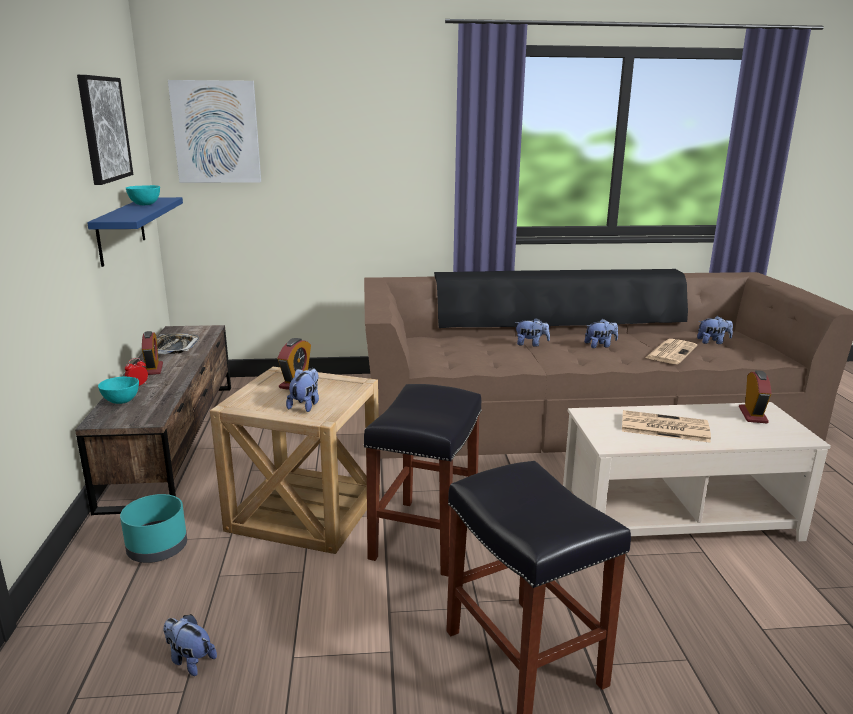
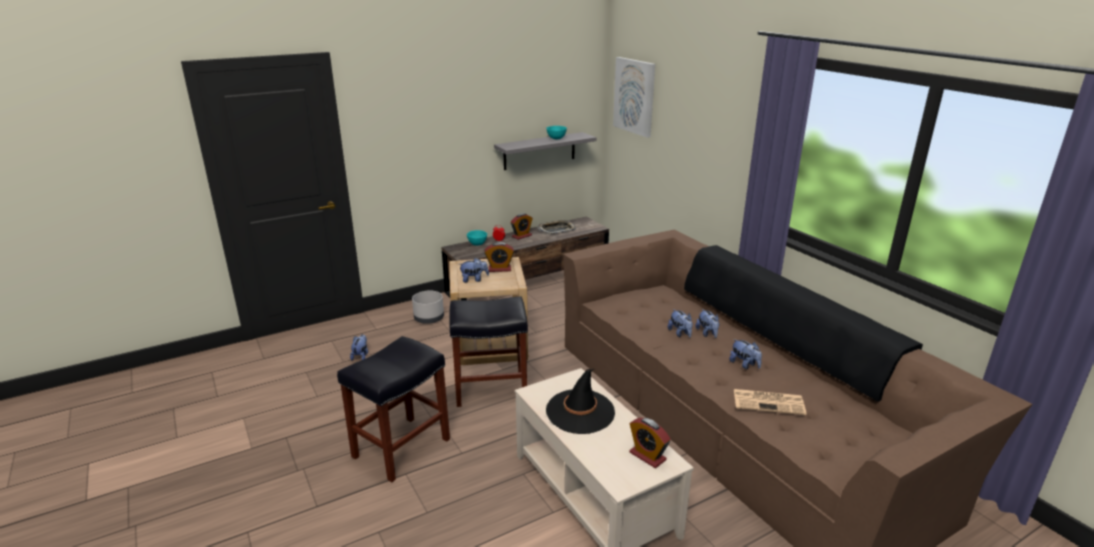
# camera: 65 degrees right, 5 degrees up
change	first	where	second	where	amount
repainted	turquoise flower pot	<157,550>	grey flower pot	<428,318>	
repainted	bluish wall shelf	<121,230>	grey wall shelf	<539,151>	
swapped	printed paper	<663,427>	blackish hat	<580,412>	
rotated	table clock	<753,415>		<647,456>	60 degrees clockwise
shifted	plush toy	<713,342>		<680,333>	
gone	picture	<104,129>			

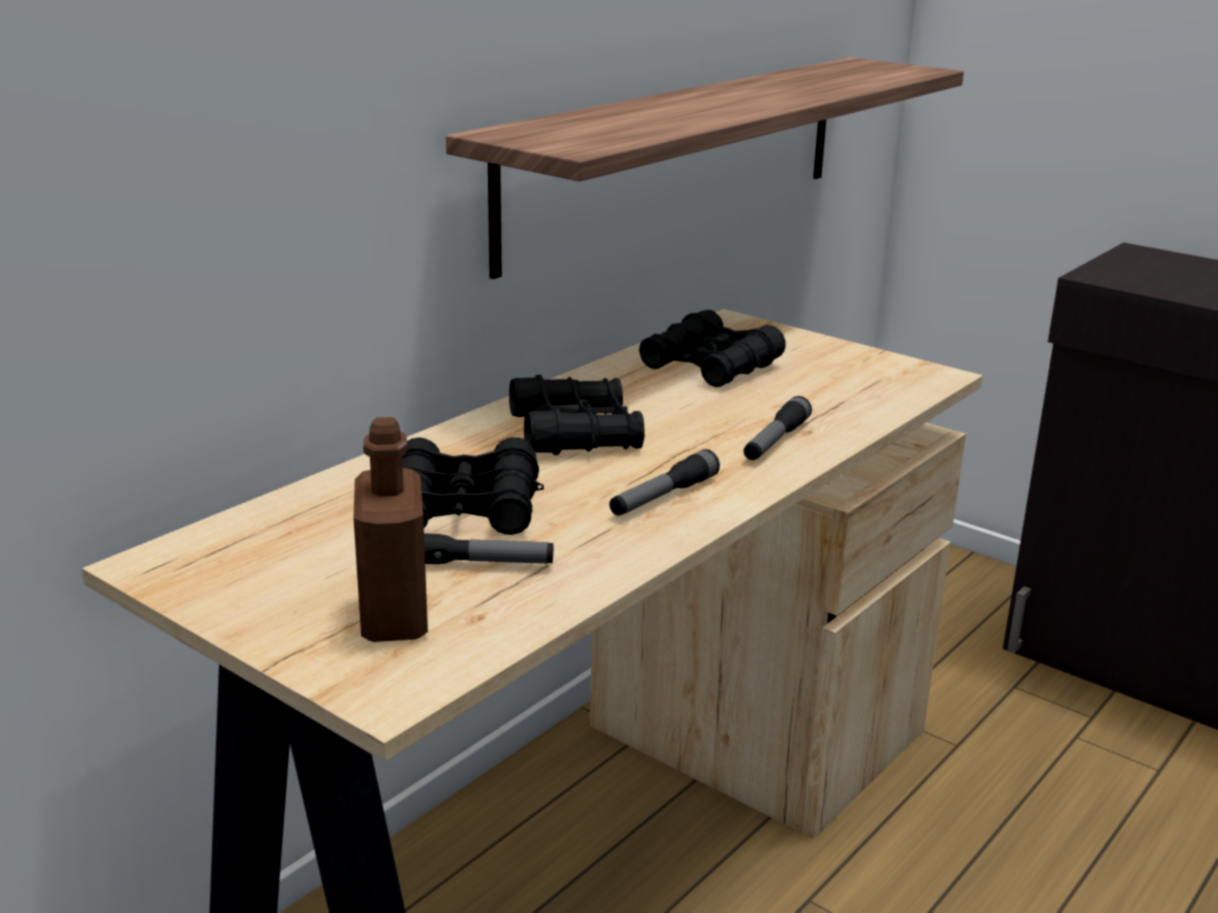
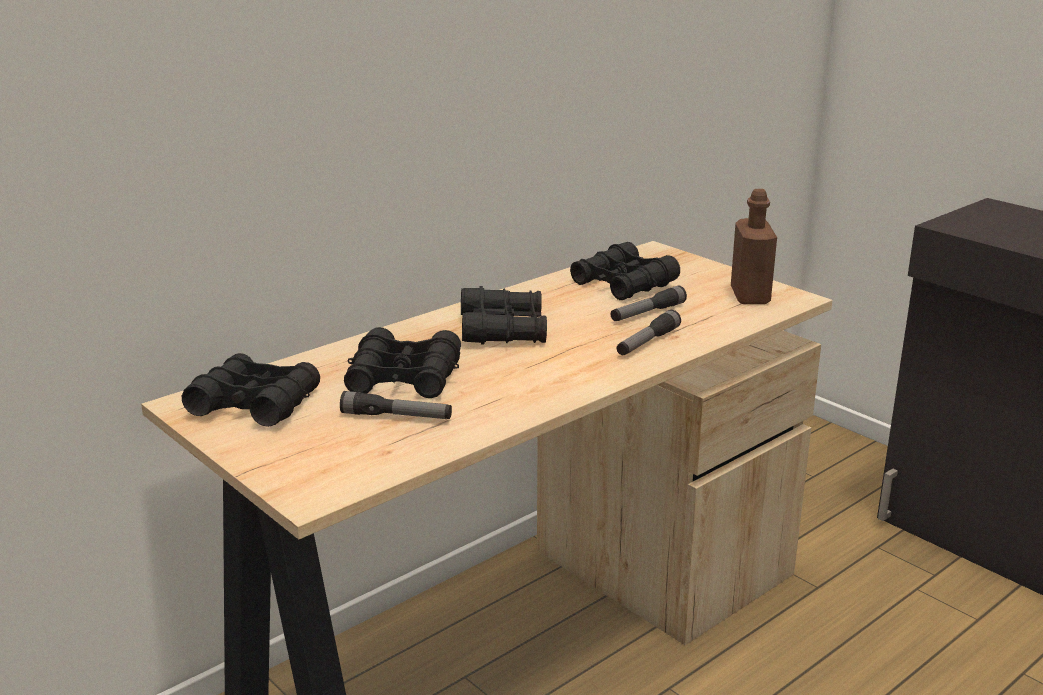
# camera: 10 degrees right, 0 degrees up
change	first	where	second	where	amount
new			blackish binoculars	<255,404>	
shifted	flashlight	<663,497>		<647,313>	
shifted	brownish beverage bottle	<394,618>		<750,296>	
gone	wall shelf	<680,156>			

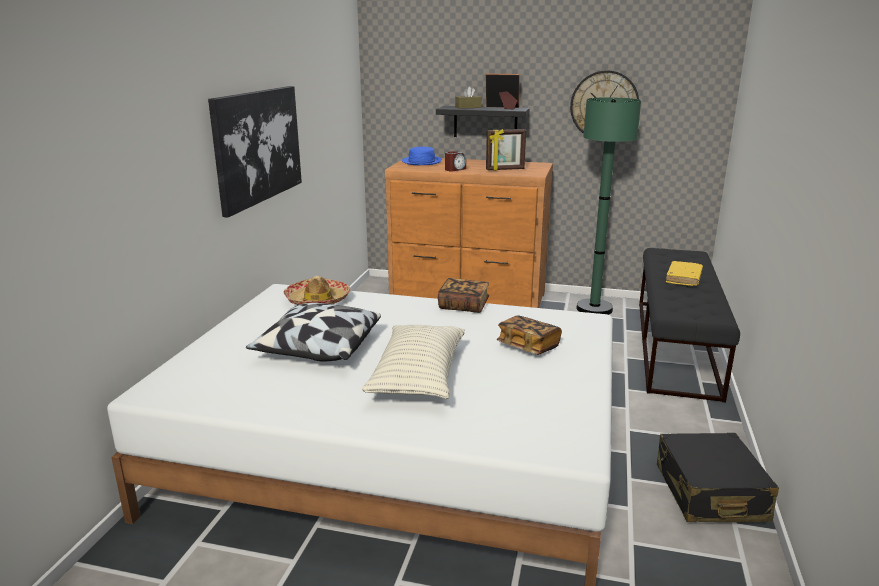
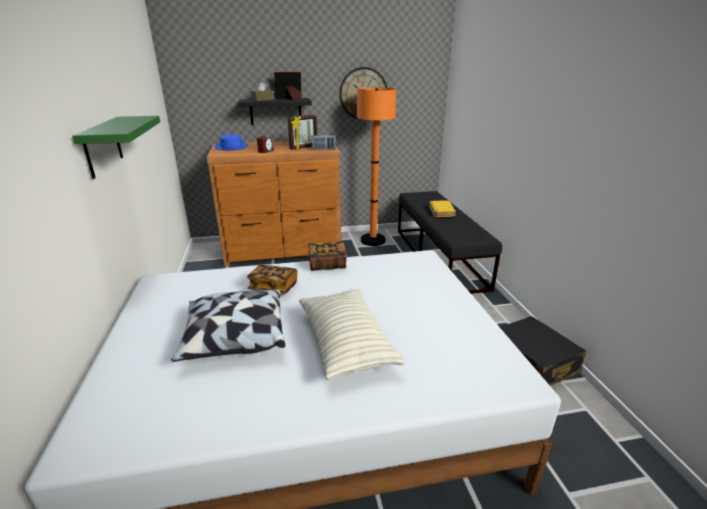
# camera: 25 degrees left, 5 degrees up
change	first	where	second	where	amount
swapped	picture	<258,146>	green wall shelf	<103,146>	
shifted	bound book	<528,346>		<273,288>	
new			radio set	<323,149>	
repainted	green standard lamp	<594,309>	orange-coloured standard lamp	<373,240>	
gone	hat	<318,300>			

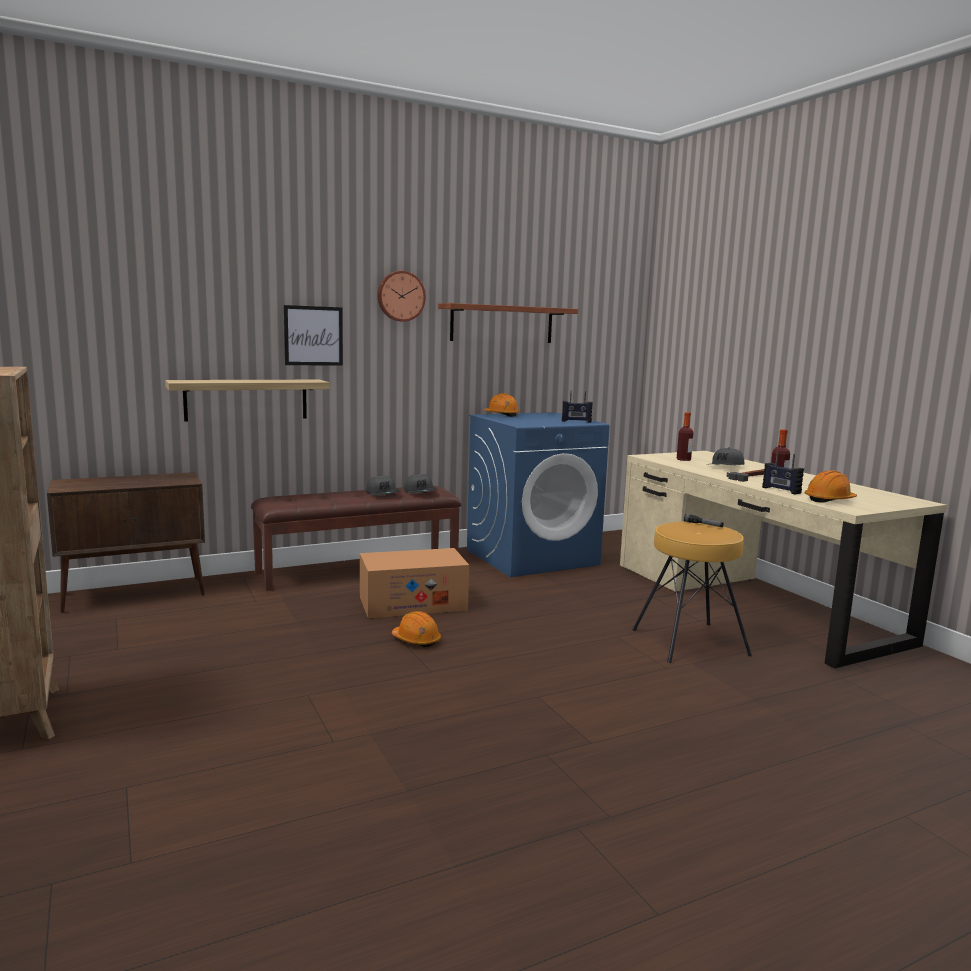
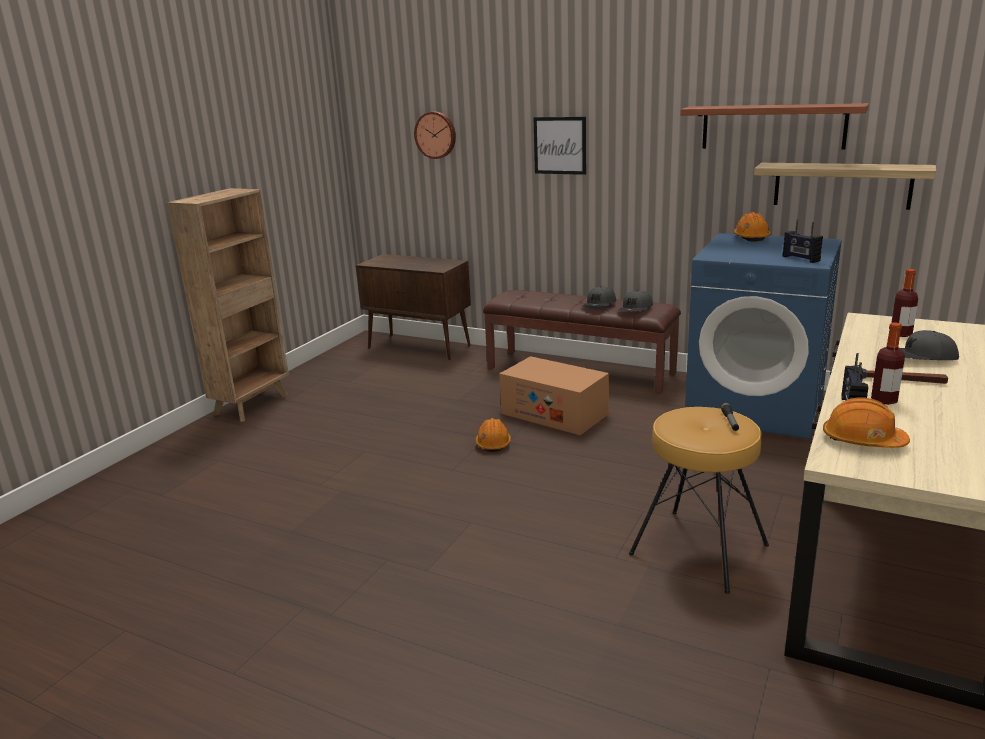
# camera: 55 degrees right, 10 degrees up
change	first	where	second	where	amount
shifted	clock on the wall	<400,296>		<436,135>	
shifted	wall shelf	<246,399>		<842,185>	

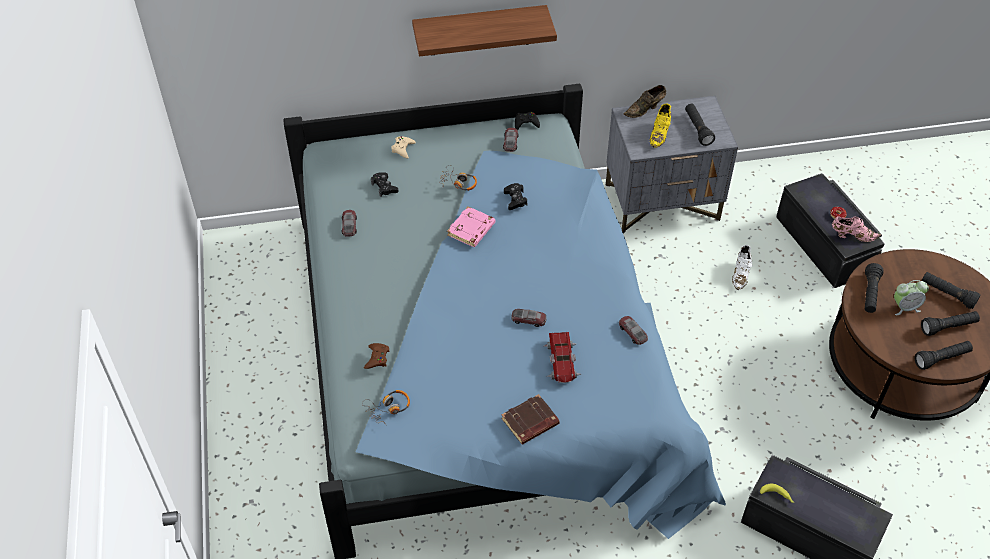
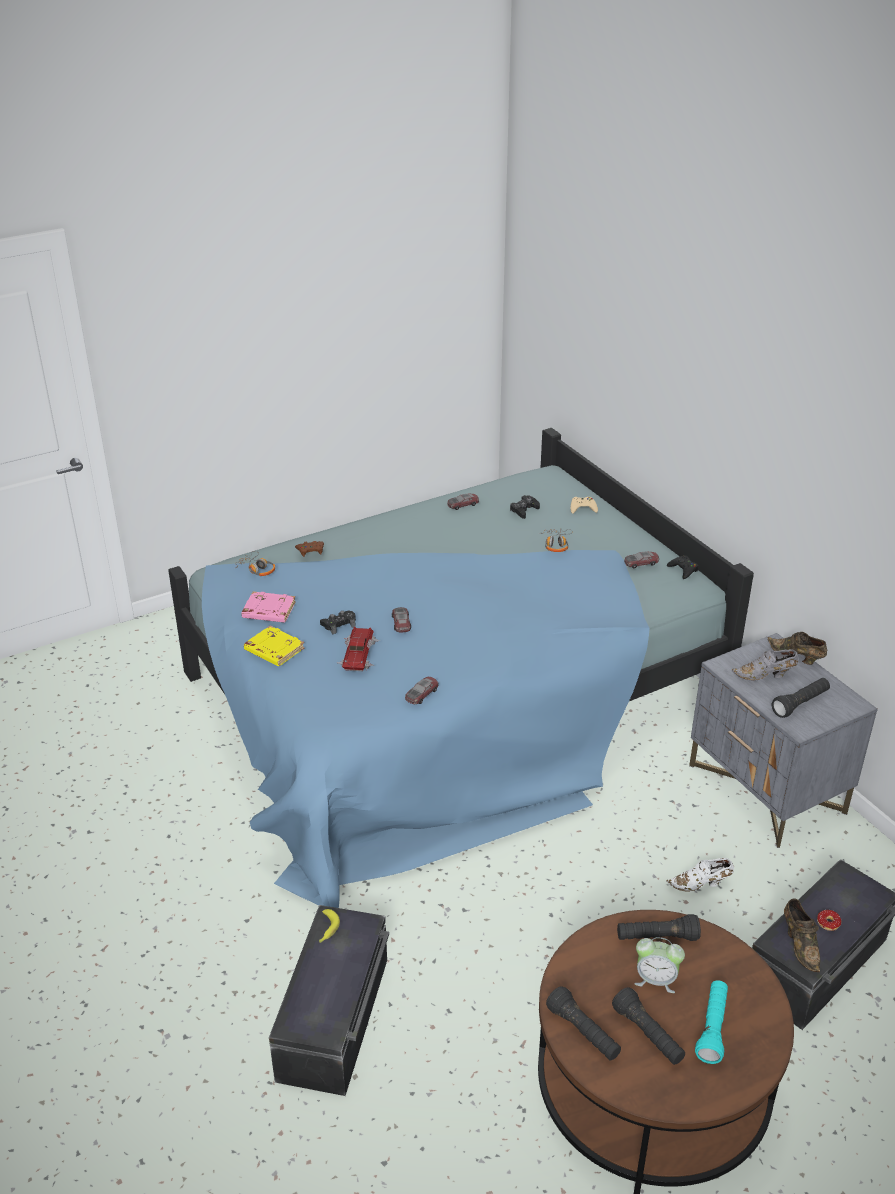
# camera: 70 degrees right, 15 degrees down
change	first	where	second	where	amount
shifted	pink bound book	<471,230>		<268,611>	
repainted	brownish bound book	<530,423>	yellow-coloured bound book	<273,650>	
shifted	blackish game controller	<515,199>		<339,625>	
rotated	model car	<562,361>		<358,654>	120 degrees clockwise
rotated	table clock	<905,307>		<656,979>	45 degrees counterclockwise
repainted	blackish flashlight	<947,294>	turquoise flashlight	<712,1028>	
repainted	yellow-coloured low shoe	<660,133>	grey low shoe	<766,676>	
repainted	pink low shoe	<852,236>	brownish low shoe	<800,944>	
gone	wall shelf	<480,30>			

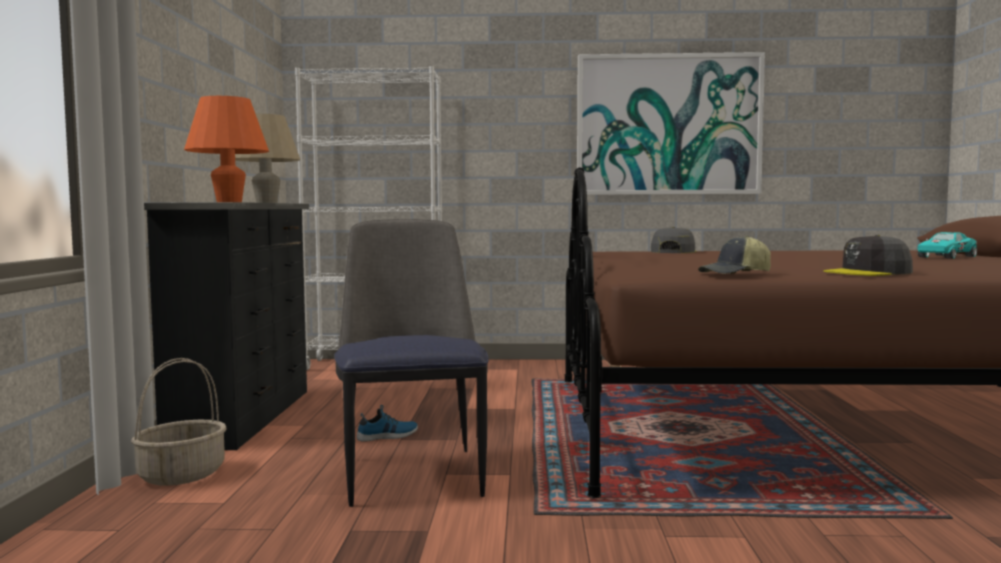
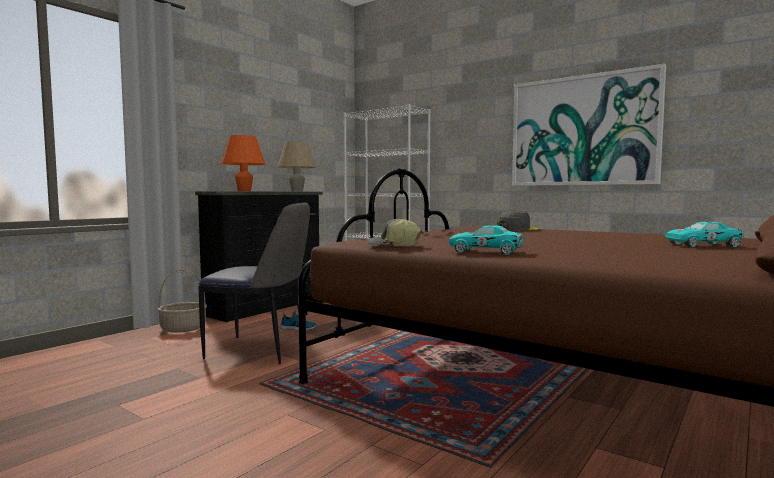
# camera: 35 degrees right, 0 degrees up
change	first	where	second	where	amount
rotated	plain chair	<412,474>		<260,350>	75 degrees clockwise
swapped	grey baseball cap	<868,273>	turquoise model car	<488,252>	

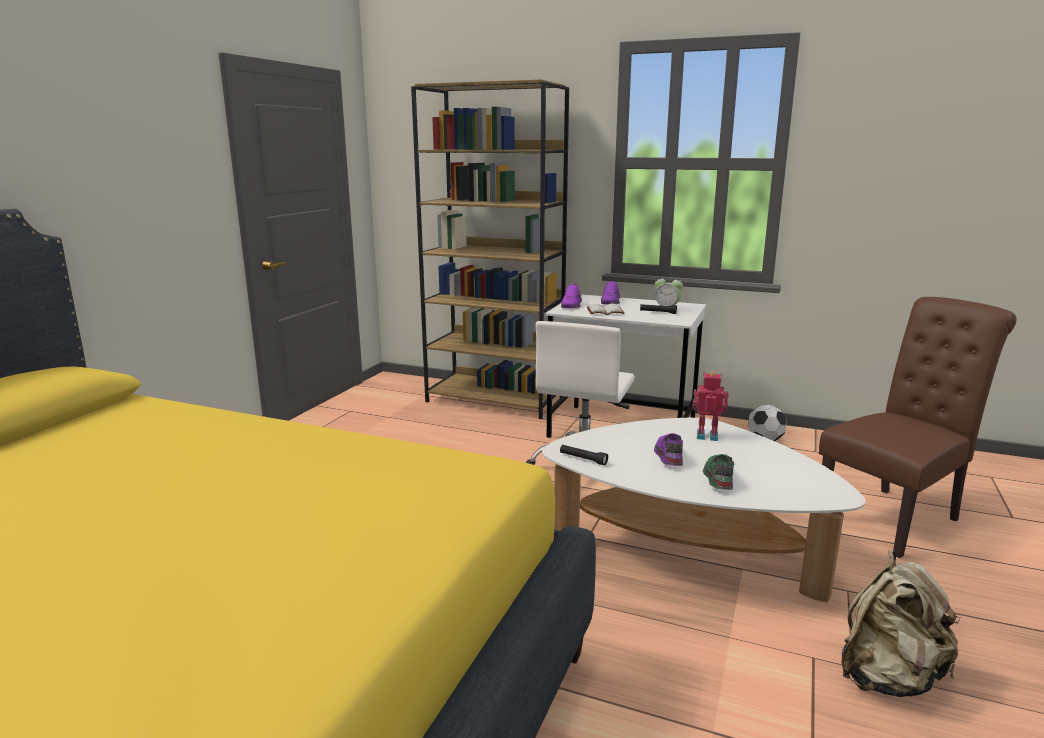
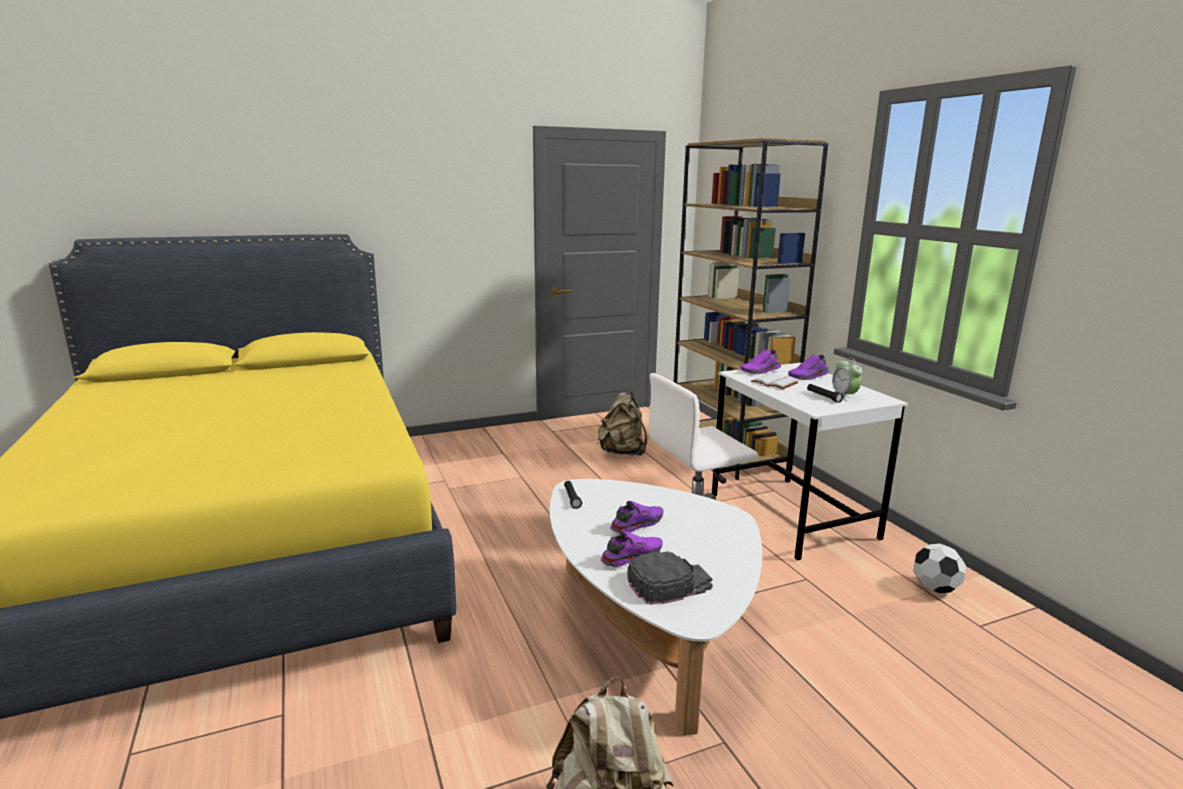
# camera: 45 degrees right, 0 degrees up
change	first	where	second	where	amount
new			sand-coloured rucksack	<622,452>	
repainted	green low shoe	<717,478>	purple-coloured low shoe	<631,556>	
new			blackish baseball cap	<669,583>	
gone	toy robot	<707,435>			
gone	brownish plain chair	<894,517>			

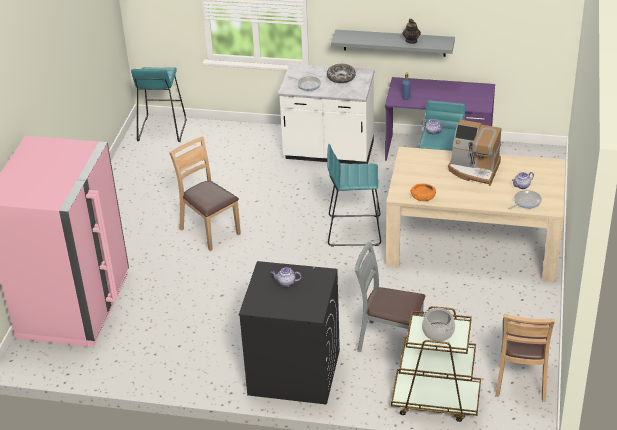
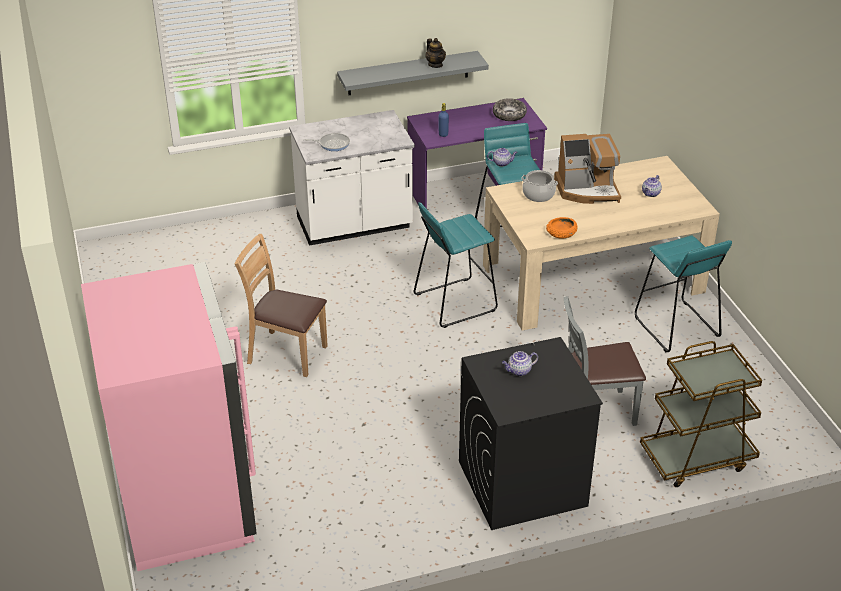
# camera: 30 degrees left, 0 degrees up
change	first	where	second	where	amount
shifted	serving bowl	<341,77>		<509,114>	
shifted	stockpot	<438,332>		<538,194>	
shifted	turquoise stool seat	<161,130>		<676,327>	
gone	brownish plain chair	<521,379>			
gone	frying pan	<525,202>			

